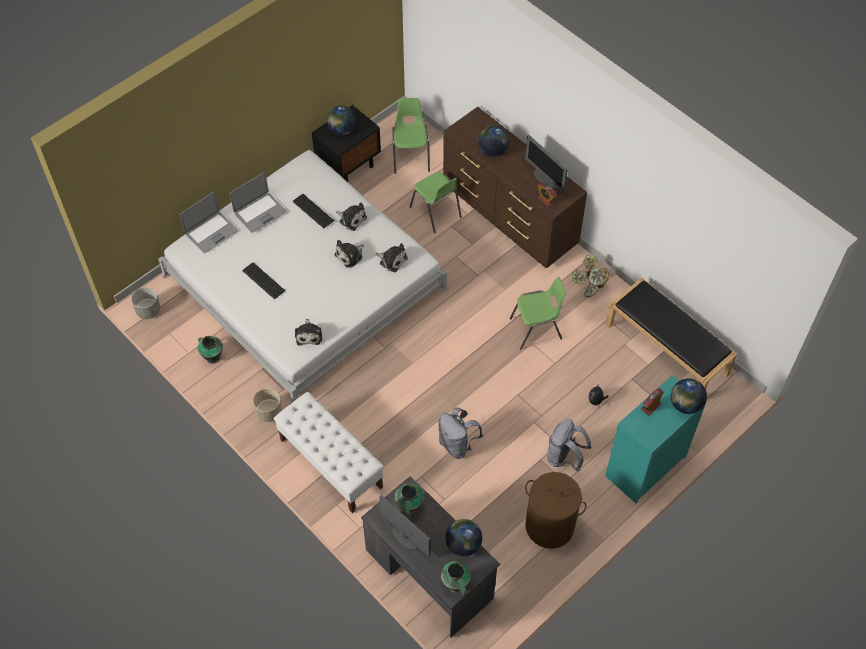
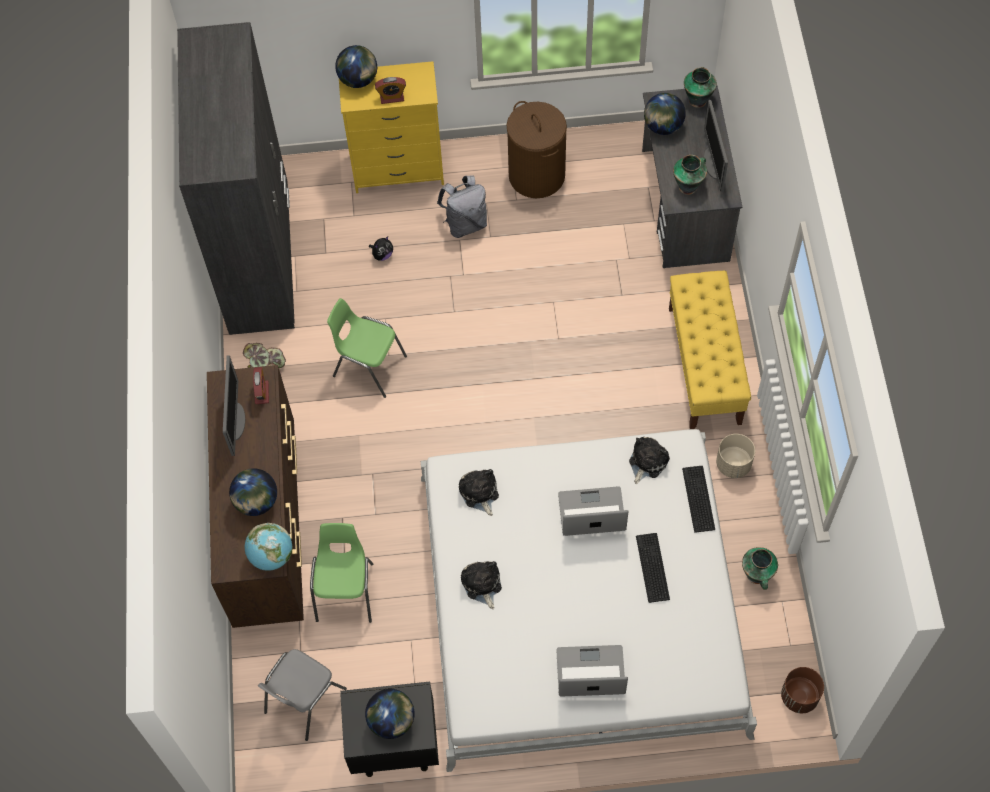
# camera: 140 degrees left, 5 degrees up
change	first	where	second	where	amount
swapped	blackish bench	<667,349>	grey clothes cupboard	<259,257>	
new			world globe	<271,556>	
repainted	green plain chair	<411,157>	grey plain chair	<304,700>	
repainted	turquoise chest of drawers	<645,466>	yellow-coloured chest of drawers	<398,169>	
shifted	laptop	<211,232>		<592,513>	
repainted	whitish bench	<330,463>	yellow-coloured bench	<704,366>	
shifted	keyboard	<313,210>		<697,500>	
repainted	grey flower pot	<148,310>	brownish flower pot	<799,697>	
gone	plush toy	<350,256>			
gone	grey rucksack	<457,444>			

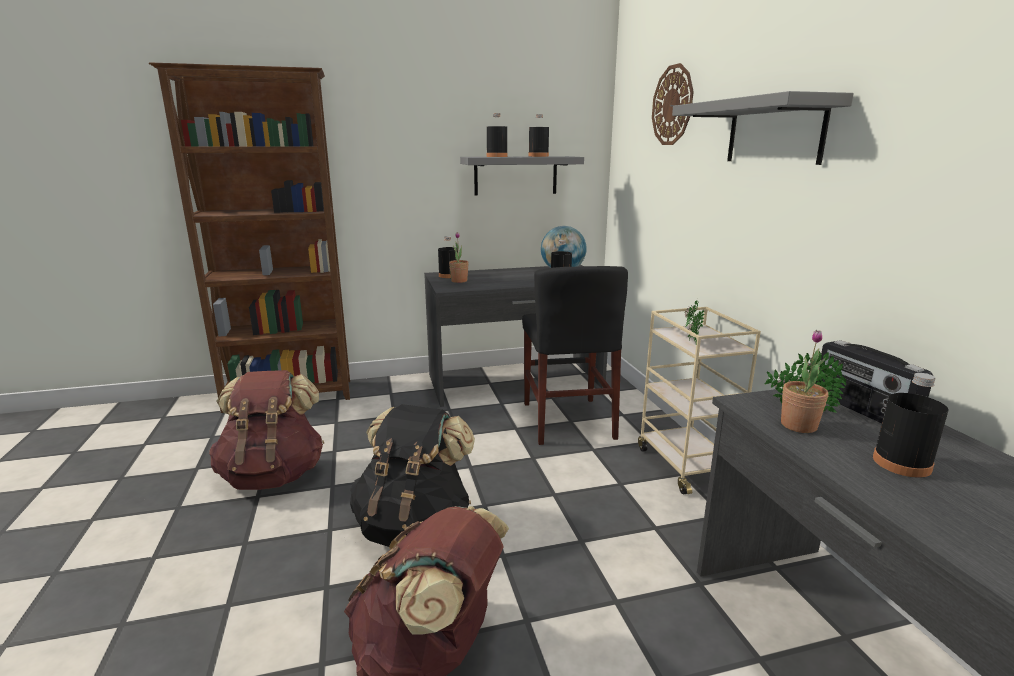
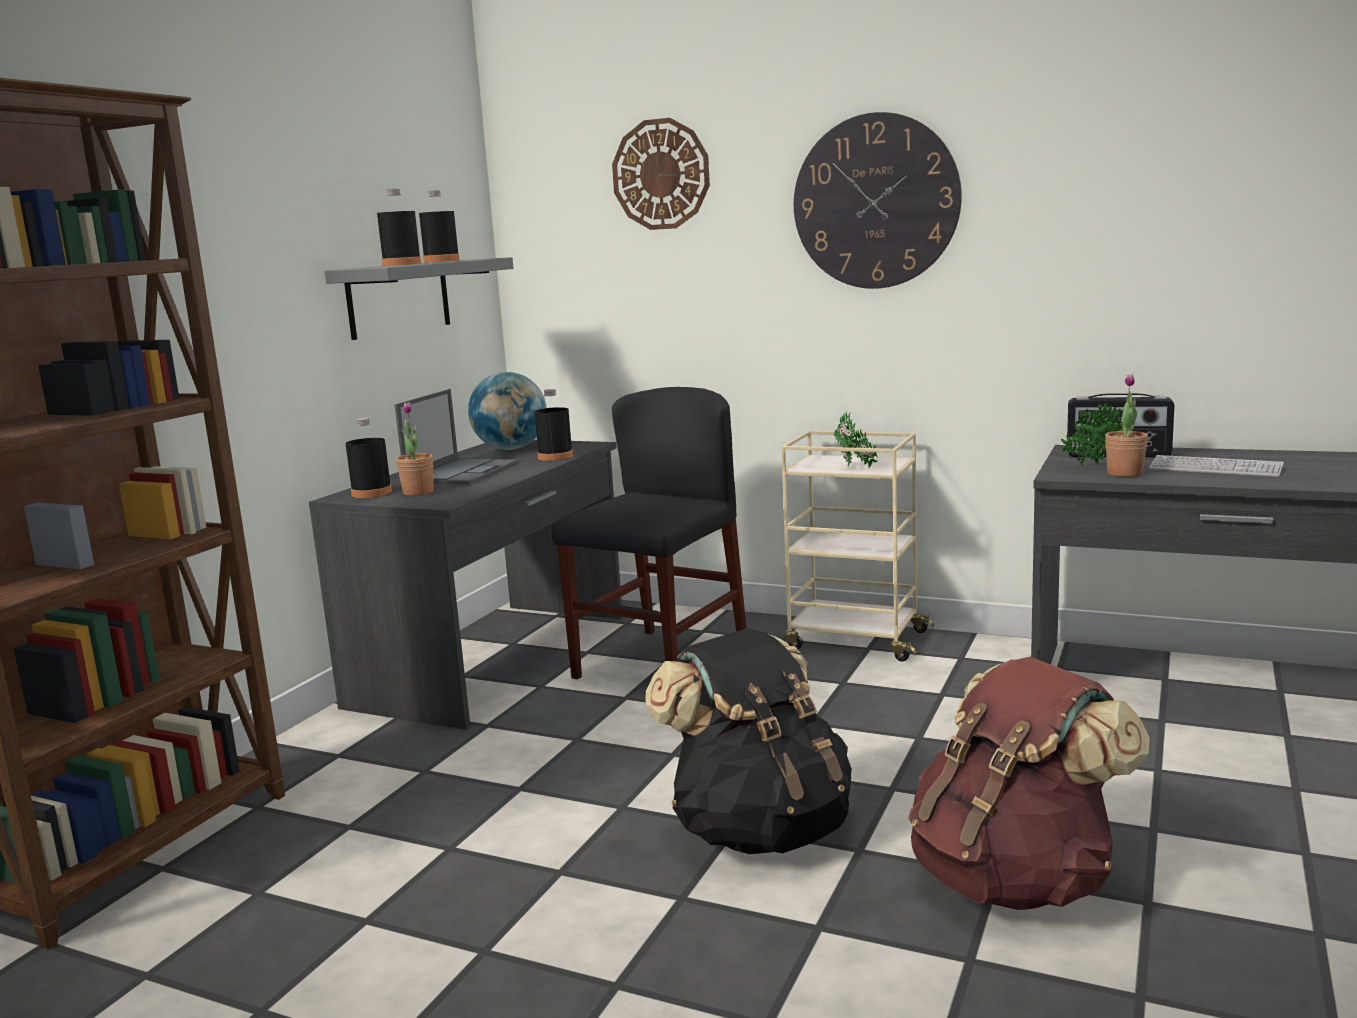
# camera: 50 degrees left, 5 degrees down
change	first	where	second	where	amount
new			laptop	<462,472>	
rotated	blackish plain chair	<567,420>		<661,662>	90 degrees counterclockwise
swapped	grey wall shelf	<774,132>	clock on the wall	<875,202>	
swapped	blackish beverage bottle	<901,463>	keyboard	<1215,469>	
gone	brownish rucksack	<273,475>			

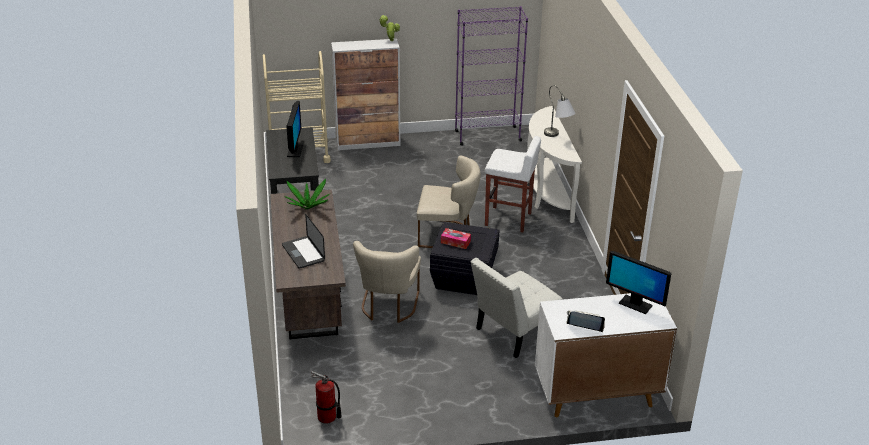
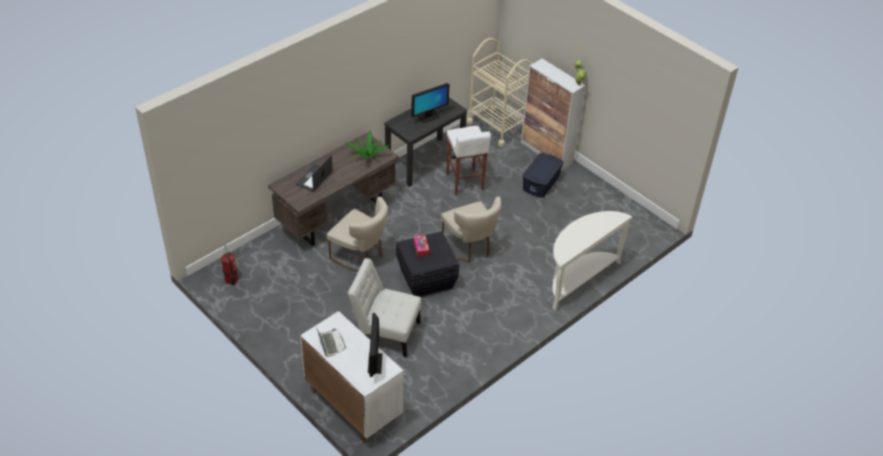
# camera: 55 degrees right, 10 degrees up
change	first	where	second	where	amount
rotated	sand-coloured plain chair	<388,307>		<360,256>	120 degrees counterclockwise
shifted	whitish stool seat	<508,220>		<464,182>	
new			bluish storage box	<541,182>	
gone	purple-coloured shelving unit	<487,136>			
gone	grey lamp for a table	<558,137>			

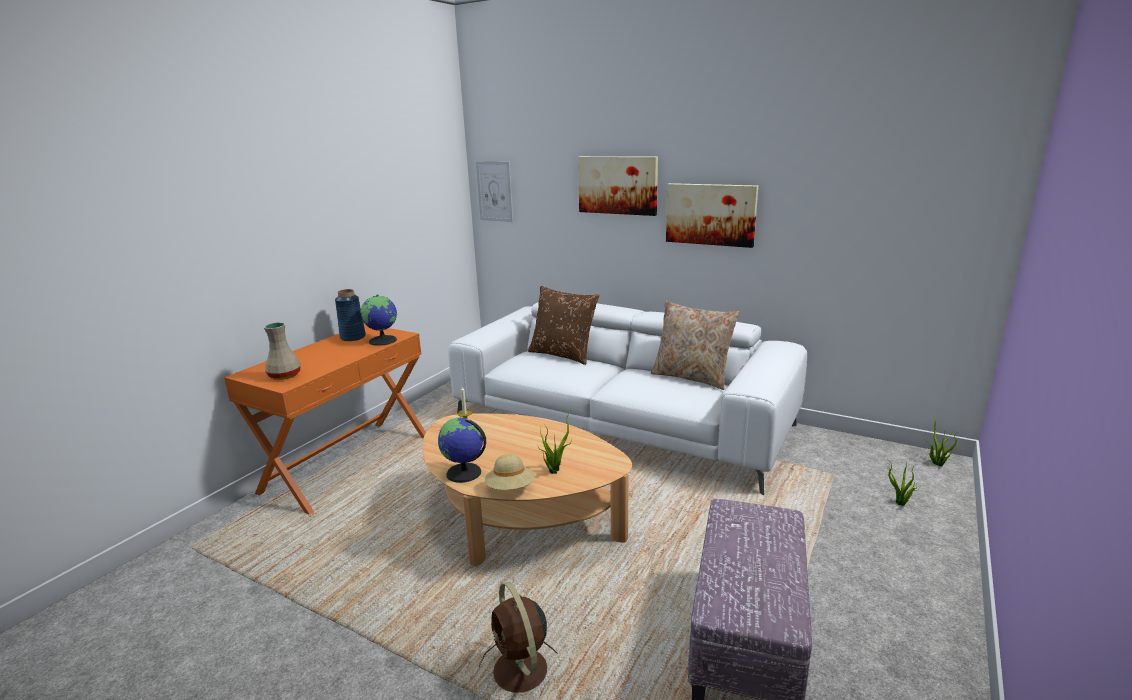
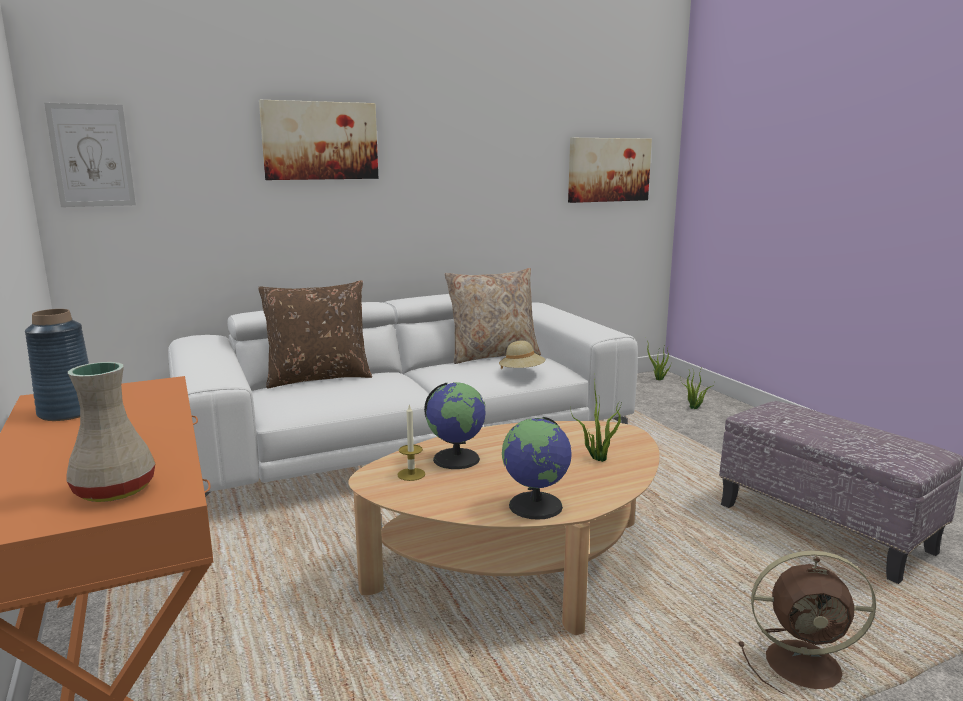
# camera: 55 degrees left, 5 degrees down
change	first	where	second	where	amount
shifted	world globe	<383,340>		<456,458>	
shifted	sand-coloured hat	<510,488>		<522,372>	
shifted	picture	<710,214>		<608,170>	

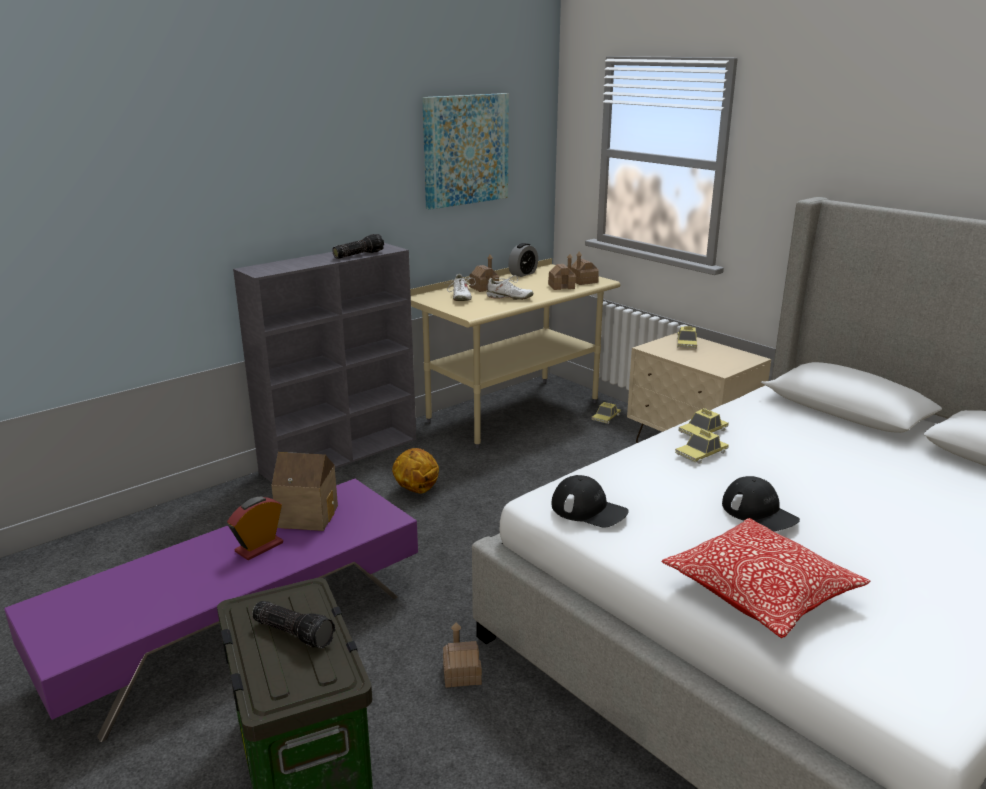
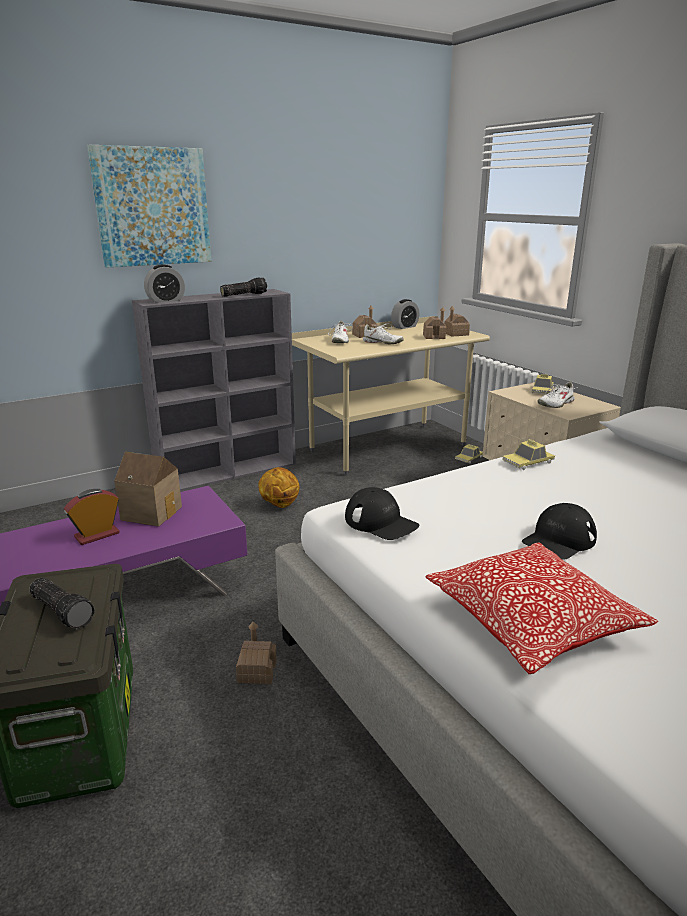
# camera: 10 degrees right, 0 degrees up
change	first	where	second	where	amount
shifted	picture	<465,150>		<152,207>	
new			table clock	<166,300>	
rotated	blackish baseball cap	<759,512>		<559,540>	75 degrees clockwise
new			whitish low shoe	<555,404>	
gone	model car	<701,453>			

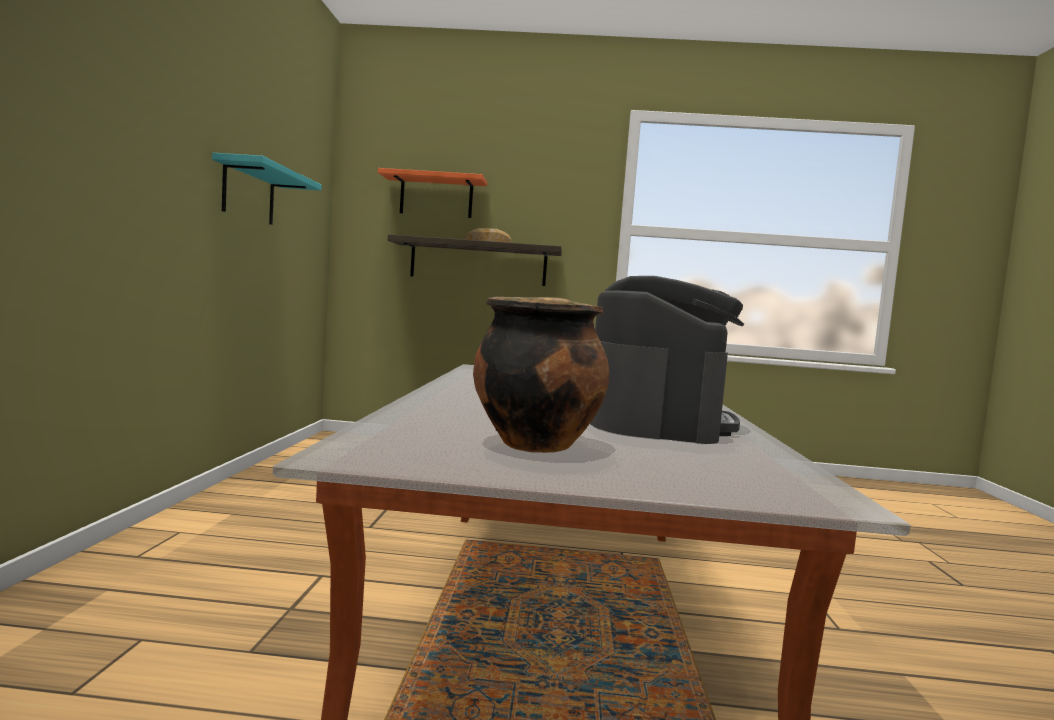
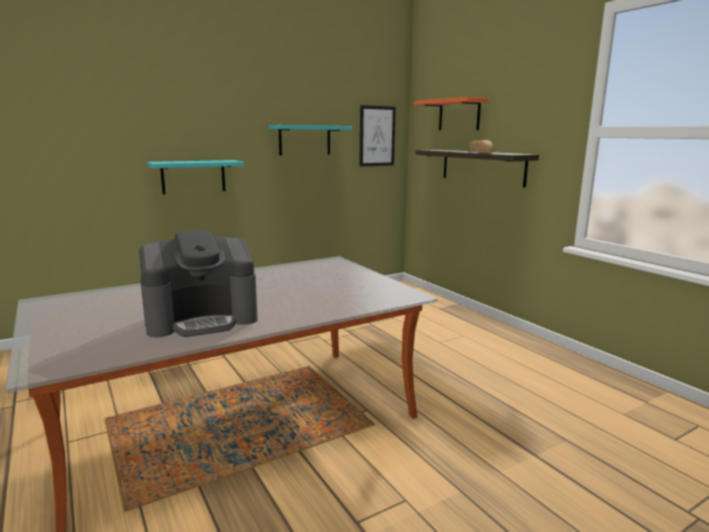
# camera: 55 degrees right, 10 degrees up
change	first	where	second	where	amount
new			turquoise wall shelf	<193,176>	
new			picture	<377,136>	
gone	stockpot	<535,444>			

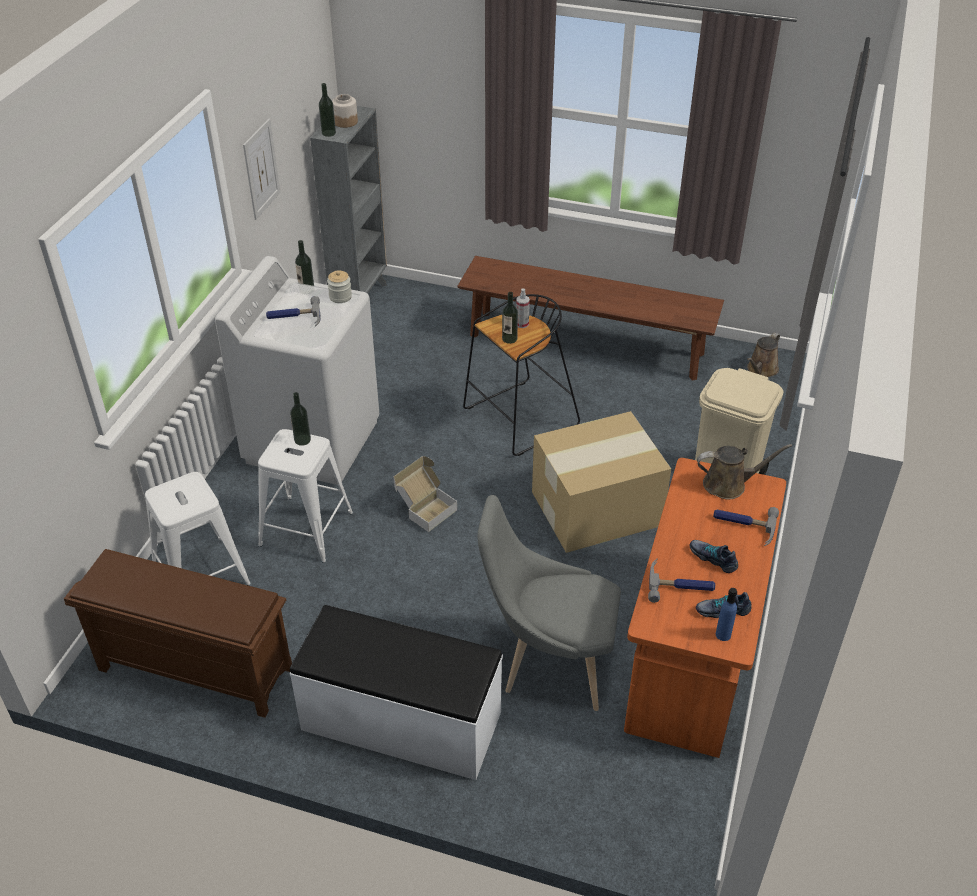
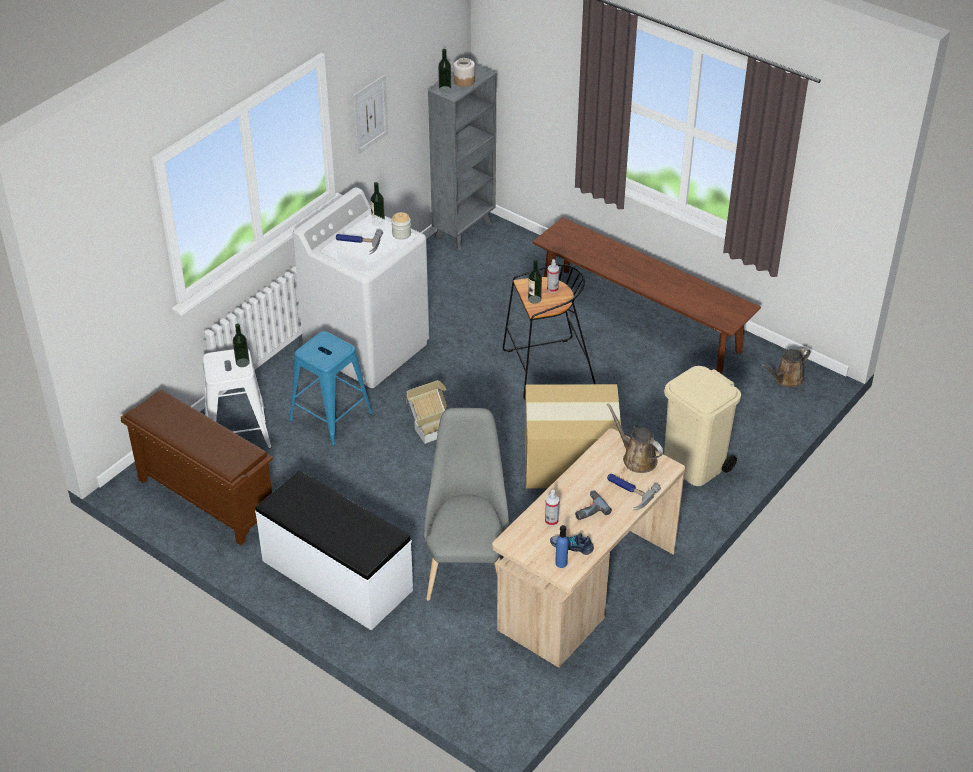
# camera: 20 degrees right, 0 degrees up
change	first	where	second	where	amount
shifted	beverage bottle	<302,440>		<242,362>	
repainted	whitish stool seat	<306,529>	bluish stool seat	<331,417>	
rotated	grey plain chair	<548,663>		<467,566>	60 degrees clockwise
repainted	orange-coloured desk	<693,651>	sand-coloured desk	<586,589>	
swapped	hand hammer	<680,585>	hand sprayer	<551,521>	
swapped	low shoe	<713,558>	electric drill	<588,509>	
rotated	brownish watering can	<729,484>		<637,458>	150 degrees counterclockwise

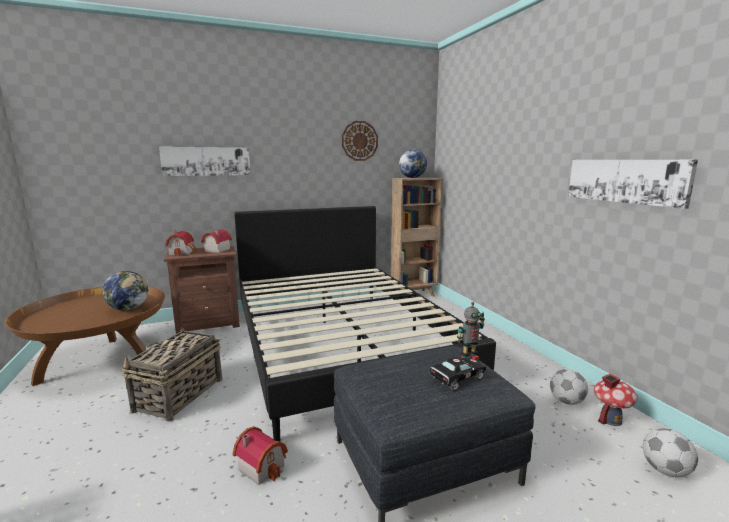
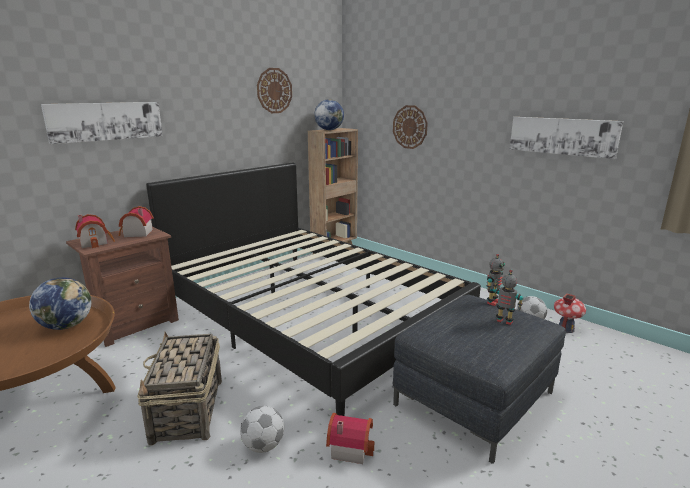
# camera: 25 degrees left, 5 degrees up
change	first	where	second	where	amount
shifted	football ball	<665,470>		<263,445>	
new			clock on the wall	<410,127>	
swapped	blackish model car	<456,379>	toy robot	<504,321>	

